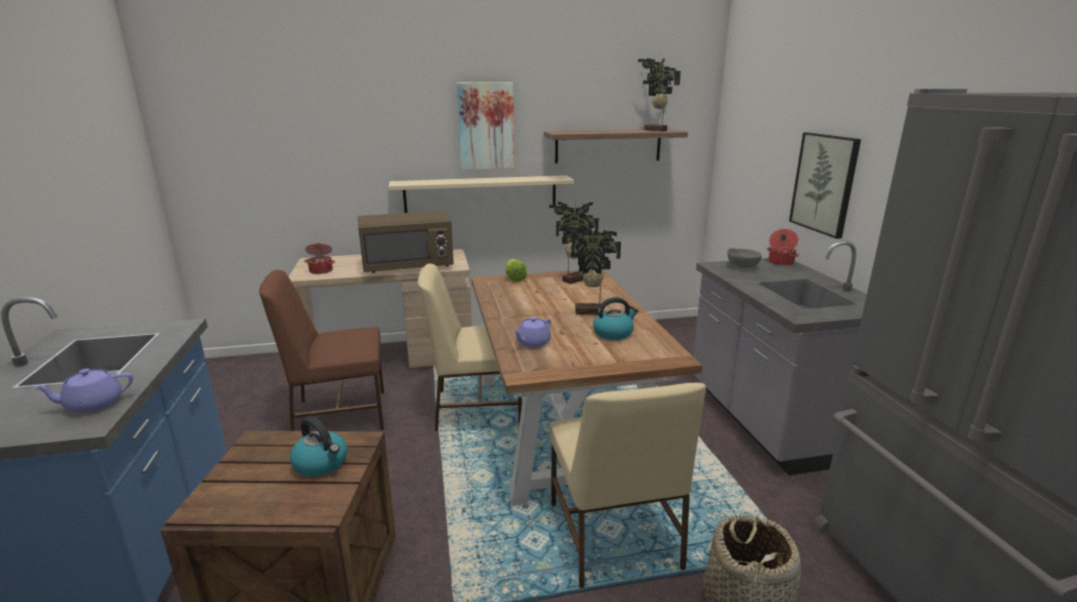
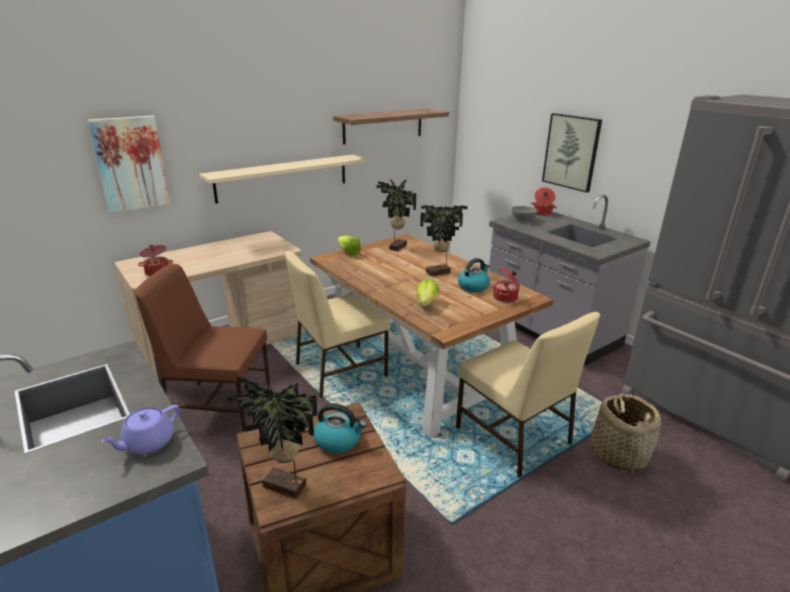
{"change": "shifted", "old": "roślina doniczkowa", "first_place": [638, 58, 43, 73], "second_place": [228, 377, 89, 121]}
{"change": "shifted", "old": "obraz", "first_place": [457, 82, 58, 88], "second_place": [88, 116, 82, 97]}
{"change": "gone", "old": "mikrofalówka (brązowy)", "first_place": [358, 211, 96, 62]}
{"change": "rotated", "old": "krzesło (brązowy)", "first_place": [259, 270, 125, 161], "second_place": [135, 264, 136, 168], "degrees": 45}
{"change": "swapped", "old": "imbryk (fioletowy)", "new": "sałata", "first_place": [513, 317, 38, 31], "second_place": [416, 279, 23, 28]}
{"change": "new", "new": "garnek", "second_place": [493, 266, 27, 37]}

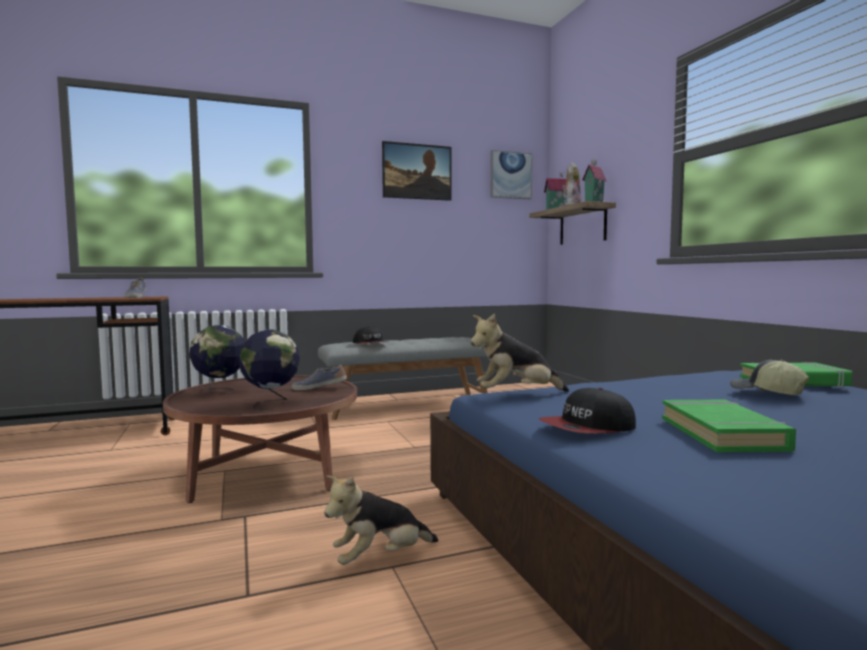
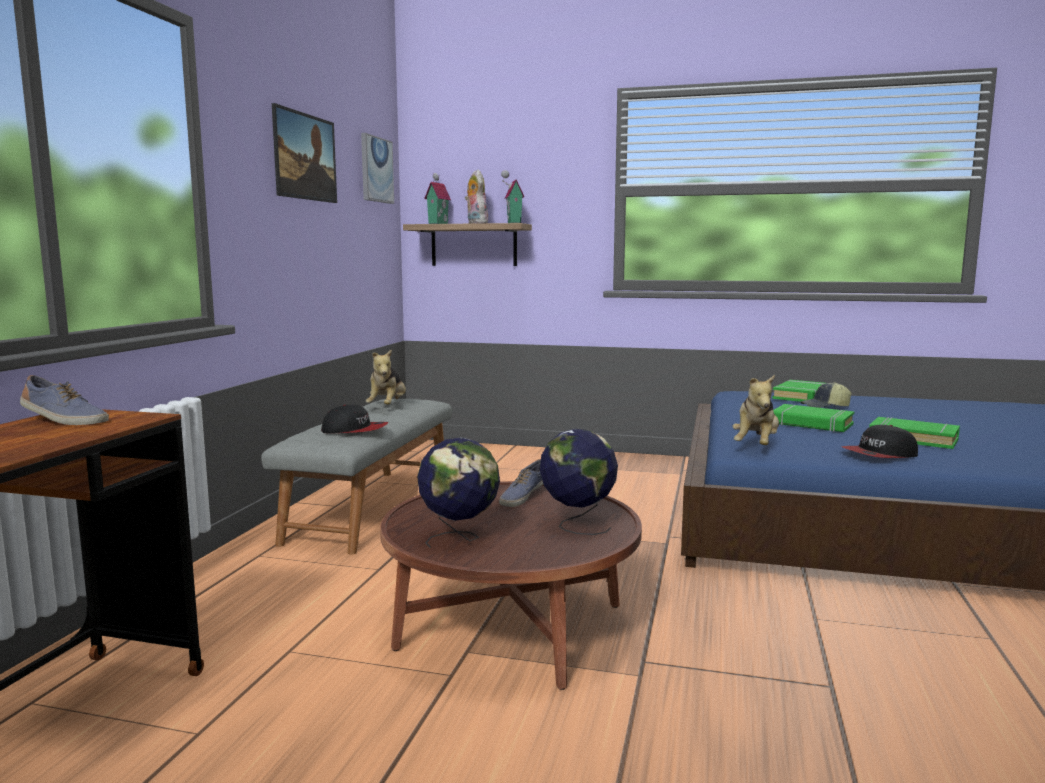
{"change": "rotated", "old": "czapka z daszkiem", "first_place": [538, 388, 98, 46], "second_place": [842, 425, 76, 33], "degrees": 60}
{"change": "shifted", "old": "pluszak", "first_place": [324, 475, 114, 90], "second_place": [366, 349, 40, 56]}
{"change": "new", "new": "książka (zielony)", "second_place": [773, 404, 81, 28]}

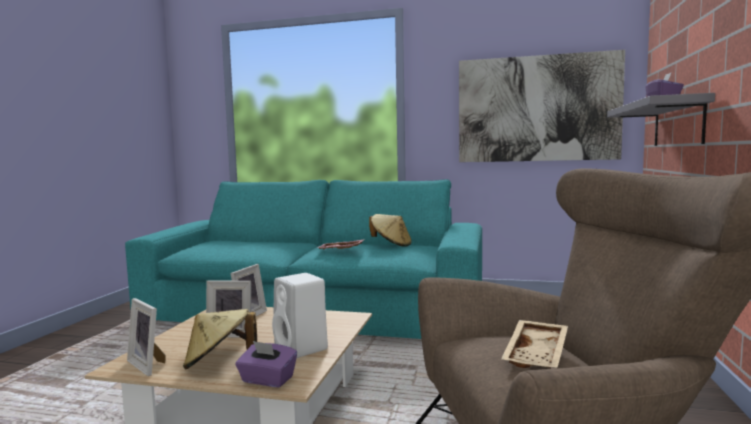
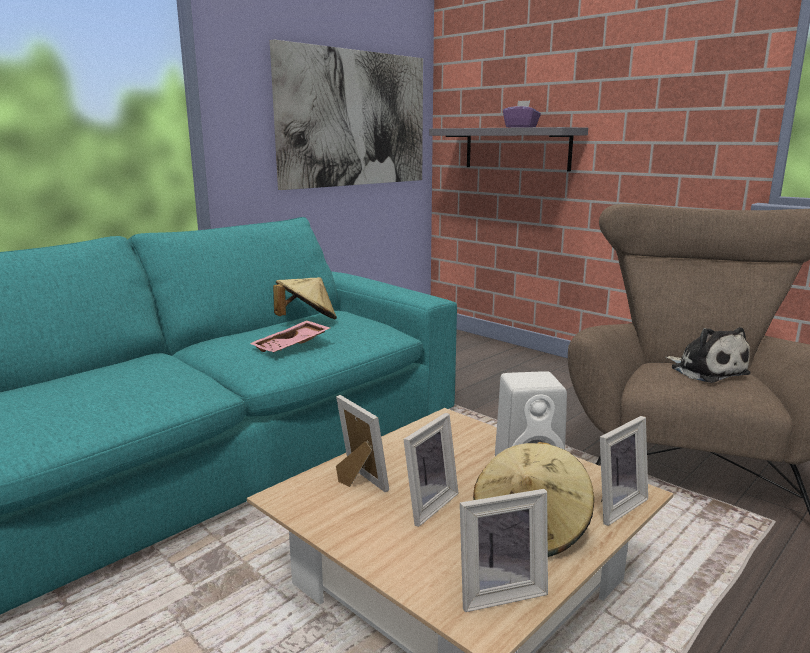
{"change": "swapped", "old": "taca (beżowy)", "new": "pluszak", "first_place": [501, 320, 67, 48], "second_place": [665, 327, 86, 56]}
{"change": "swapped", "old": "pudełko chusteczek (fioletowy)", "new": "ramka na zdjęcie", "first_place": [235, 341, 62, 46], "second_place": [600, 416, 48, 110]}

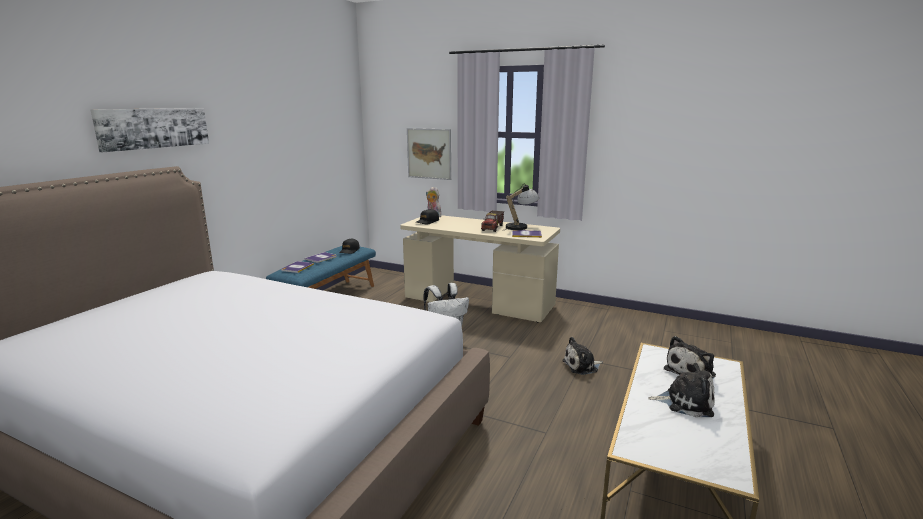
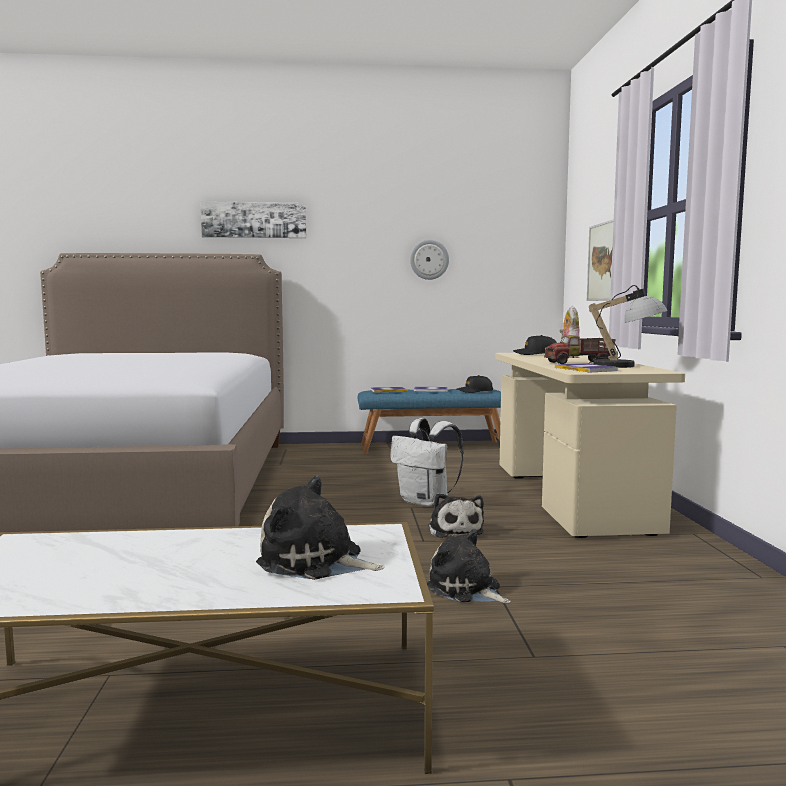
{"change": "shifted", "old": "pluszak", "first_place": [648, 363, 67, 54], "second_place": [428, 493, 56, 45]}
{"change": "new", "new": "zegar ścienny", "second_place": [410, 240, 39, 40]}

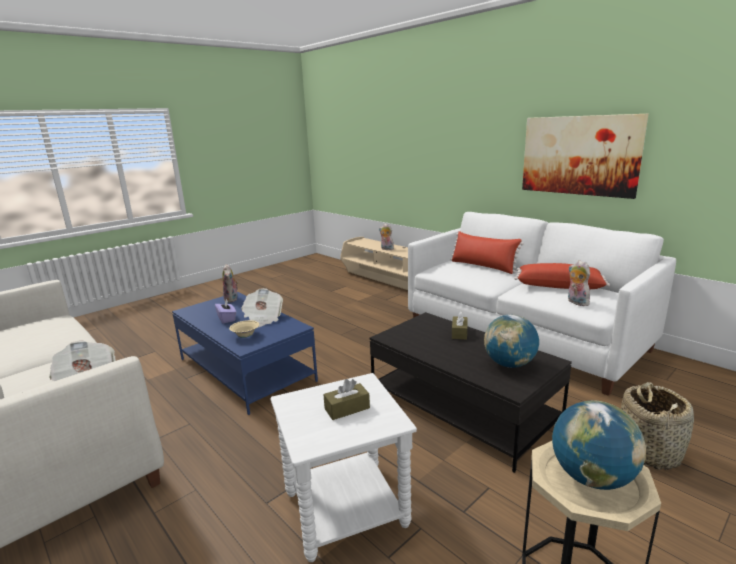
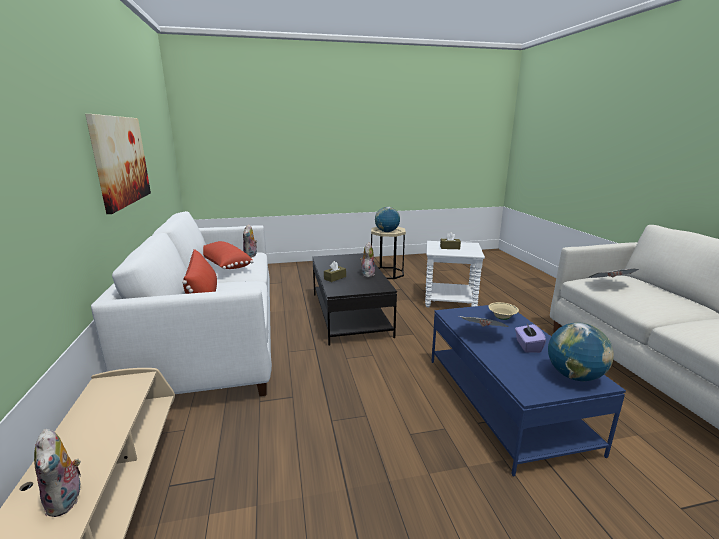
{"change": "shifted", "old": "pluszak", "first_place": [222, 264, 17, 38], "second_place": [360, 242, 15, 35]}
{"change": "shifted", "old": "globus", "first_place": [484, 314, 55, 54], "second_place": [548, 322, 66, 59]}
{"change": "gone", "old": "koszyk", "first_place": [621, 382, 73, 88]}

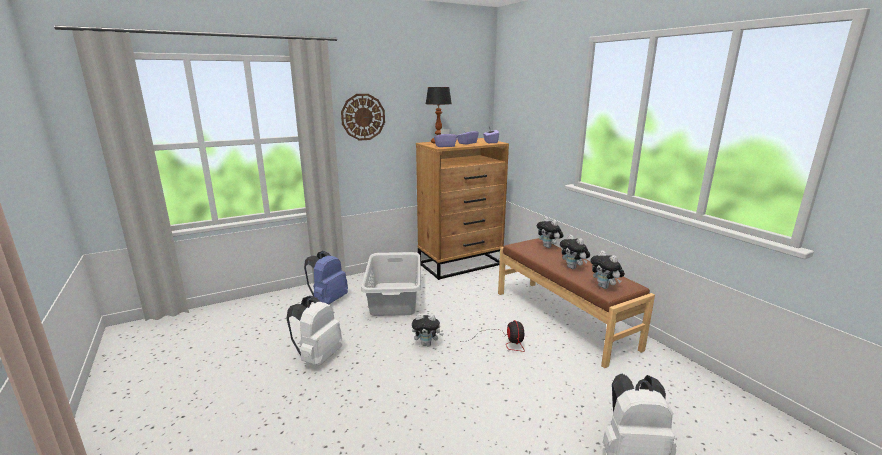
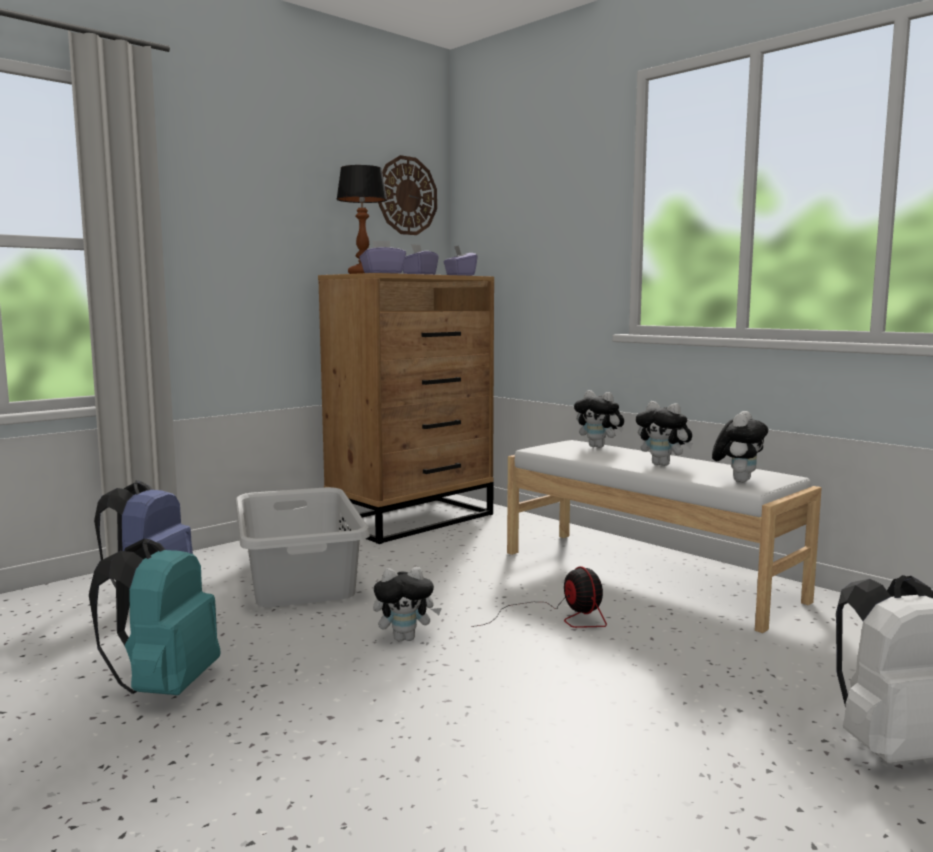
{"change": "shifted", "old": "zegar ścienny", "first_place": [341, 94, 44, 47], "second_place": [378, 155, 59, 80]}
{"change": "repainted", "old": "ławka (brązowy)", "new": "ławka (biały)", "first_place": [498, 238, 157, 130], "second_place": [507, 440, 315, 193]}
{"change": "rotated", "old": "pluszak", "first_place": [590, 250, 35, 39], "second_place": [712, 411, 56, 71], "degrees": -105}
{"change": "repainted", "old": "plecak (biały)", "new": "plecak (turkusowy)", "first_place": [287, 296, 55, 70], "second_place": [89, 539, 131, 156]}

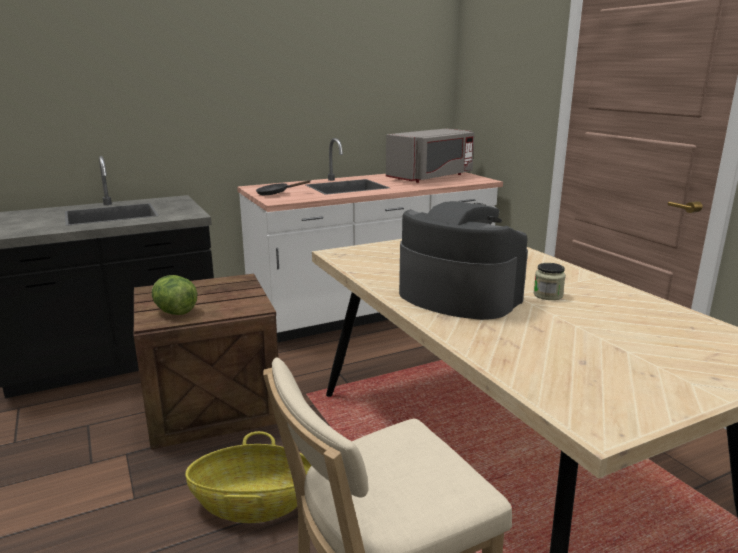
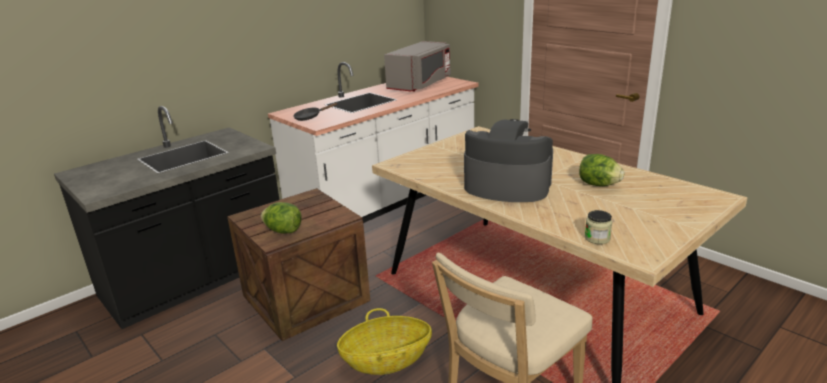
{"change": "shifted", "old": "słoik", "first_place": [533, 263, 33, 37], "second_place": [585, 210, 27, 34]}
{"change": "new", "new": "sałata", "second_place": [579, 154, 45, 32]}

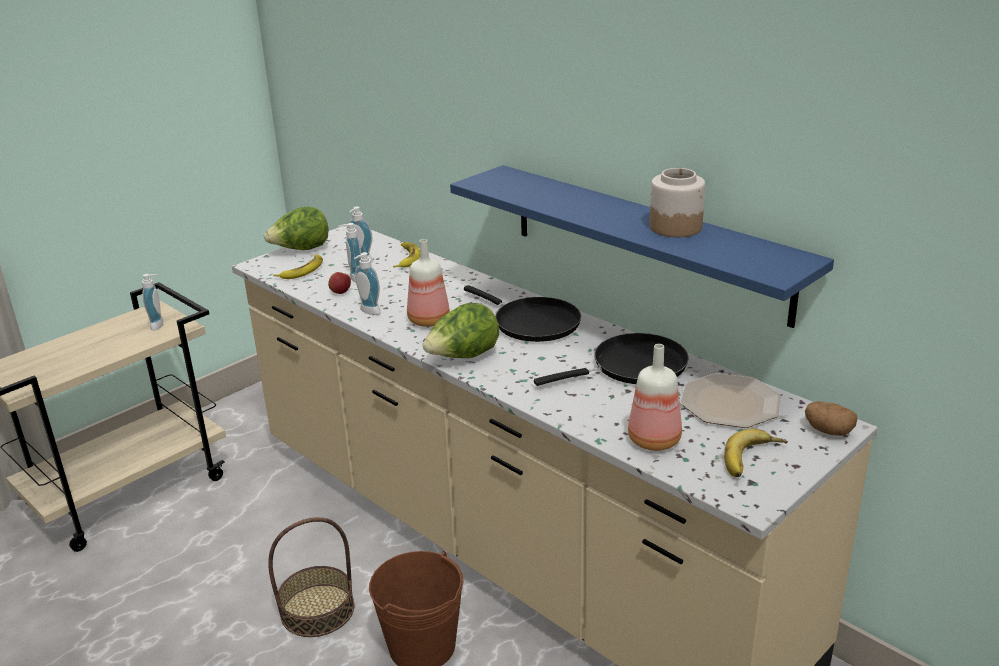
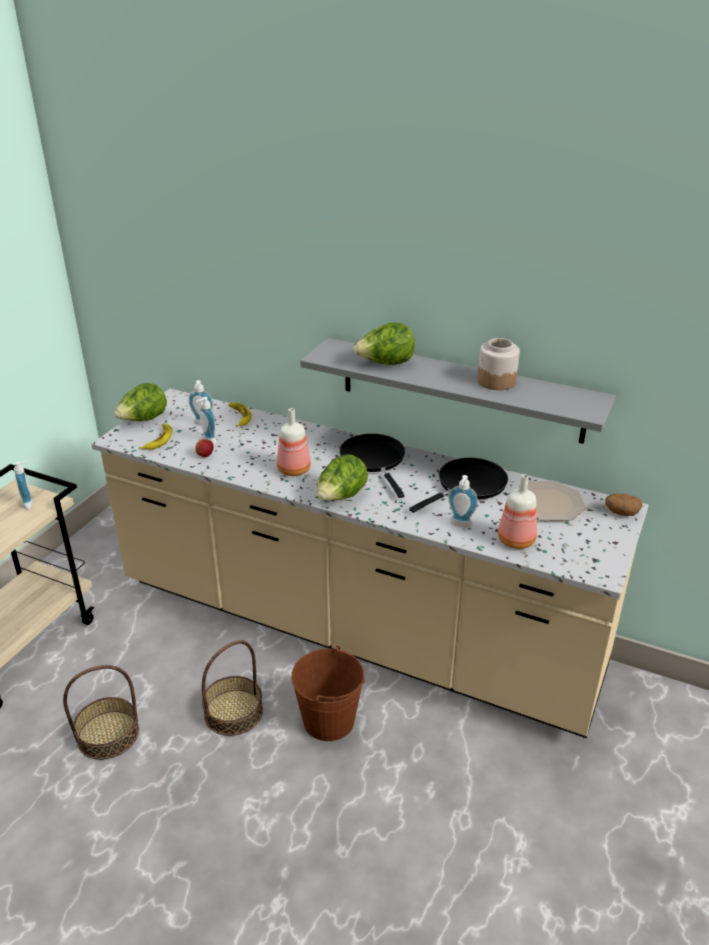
{"change": "repainted", "old": "półka (niebieski)", "new": "półka (szary)", "first_place": [450, 165, 384, 163], "second_place": [300, 338, 316, 106]}
{"change": "shifted", "old": "dozownik mydła", "first_place": [354, 252, 26, 63], "second_place": [448, 475, 30, 52]}
{"change": "rotated", "old": "patelnia (czarny)", "first_place": [464, 285, 117, 57], "second_place": [339, 434, 66, 64], "degrees": -135}
{"change": "gone", "old": "banan", "first_place": [724, 429, 64, 48]}
{"change": "new", "new": "sałata", "second_place": [353, 323, 62, 42]}
{"change": "new", "new": "koszyk", "second_place": [63, 665, 76, 95]}

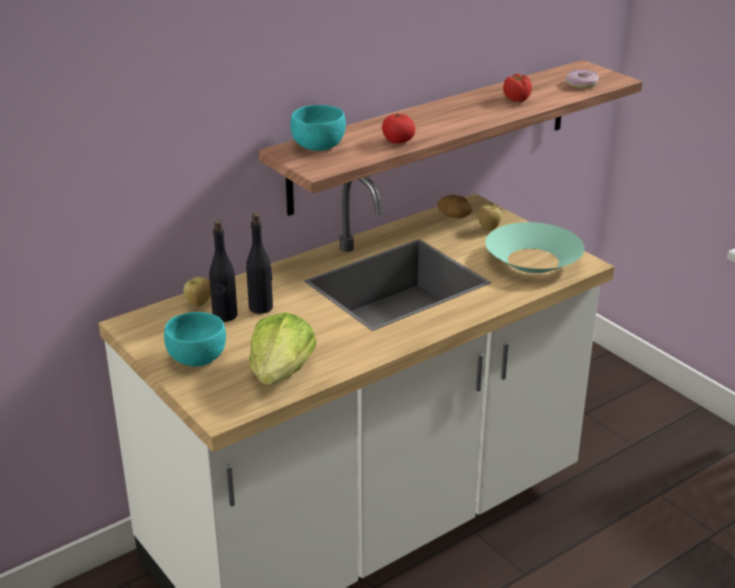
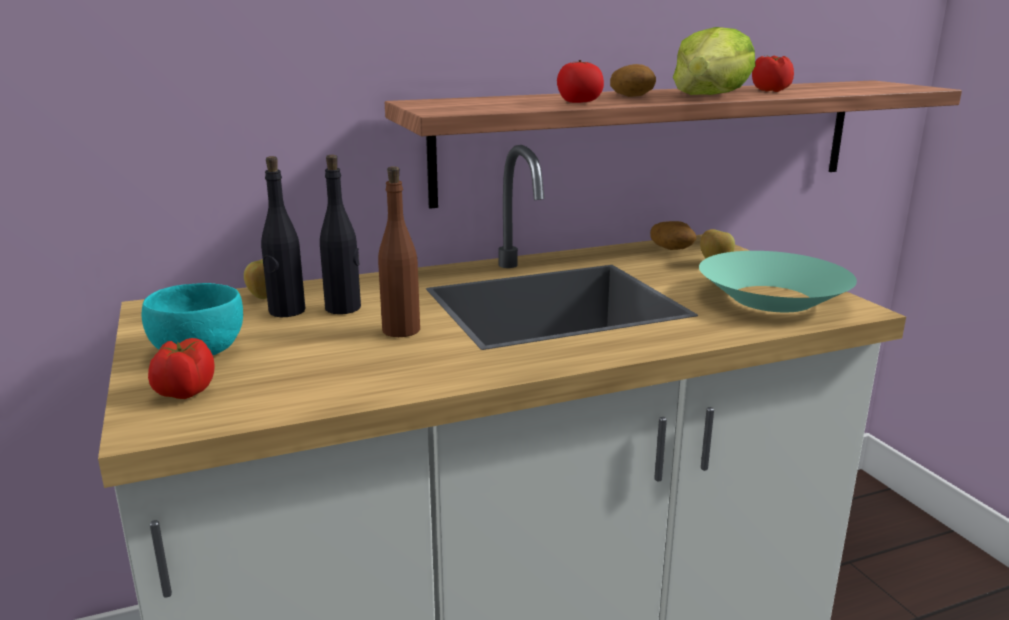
{"change": "gone", "old": "donut", "first_place": [565, 70, 34, 19]}
{"change": "gone", "old": "miska (turkusowy)", "first_place": [290, 105, 56, 46]}
{"change": "shifted", "old": "sałata", "first_place": [249, 313, 67, 72], "second_place": [673, 27, 83, 68]}
{"change": "new", "new": "ziemniak", "second_place": [610, 64, 46, 33]}
{"change": "new", "new": "butelka (brązowy)", "second_place": [378, 166, 42, 171]}
{"change": "new", "new": "pomidor", "second_place": [148, 338, 67, 61]}

